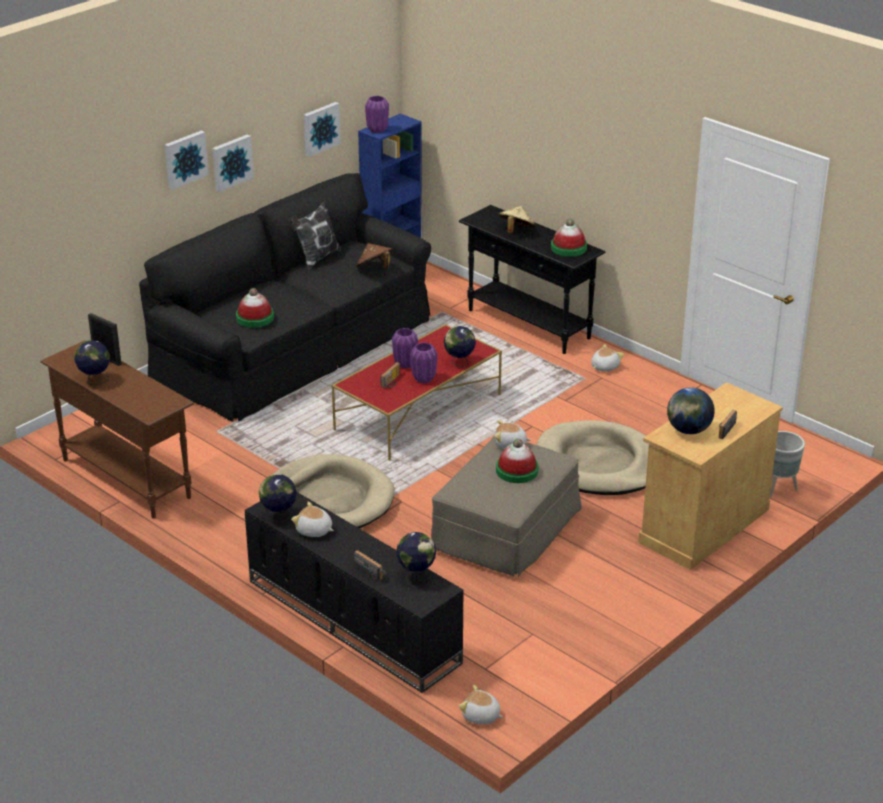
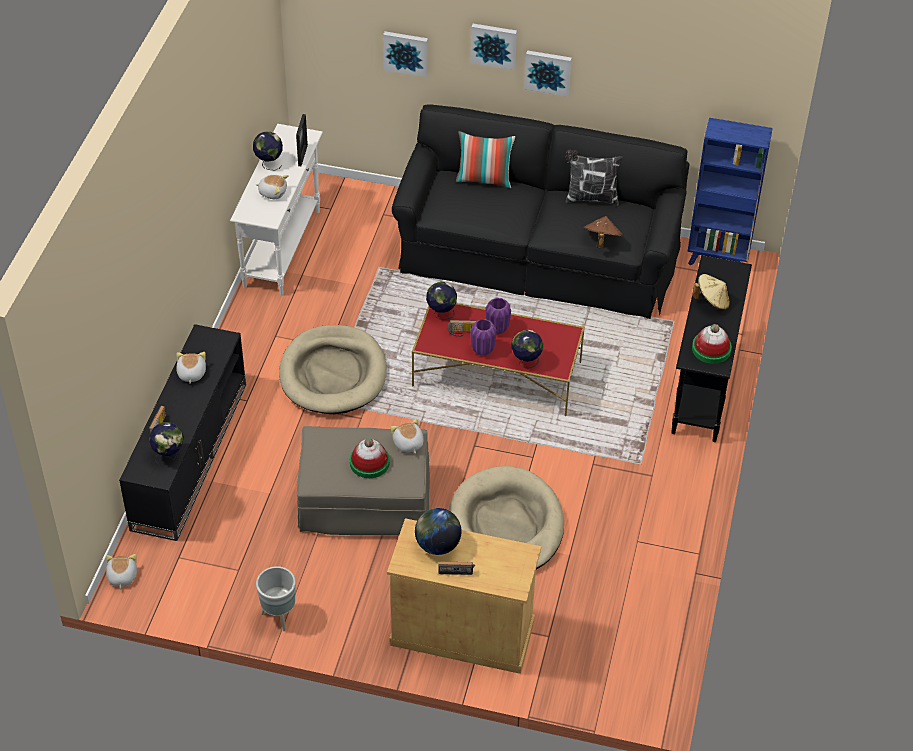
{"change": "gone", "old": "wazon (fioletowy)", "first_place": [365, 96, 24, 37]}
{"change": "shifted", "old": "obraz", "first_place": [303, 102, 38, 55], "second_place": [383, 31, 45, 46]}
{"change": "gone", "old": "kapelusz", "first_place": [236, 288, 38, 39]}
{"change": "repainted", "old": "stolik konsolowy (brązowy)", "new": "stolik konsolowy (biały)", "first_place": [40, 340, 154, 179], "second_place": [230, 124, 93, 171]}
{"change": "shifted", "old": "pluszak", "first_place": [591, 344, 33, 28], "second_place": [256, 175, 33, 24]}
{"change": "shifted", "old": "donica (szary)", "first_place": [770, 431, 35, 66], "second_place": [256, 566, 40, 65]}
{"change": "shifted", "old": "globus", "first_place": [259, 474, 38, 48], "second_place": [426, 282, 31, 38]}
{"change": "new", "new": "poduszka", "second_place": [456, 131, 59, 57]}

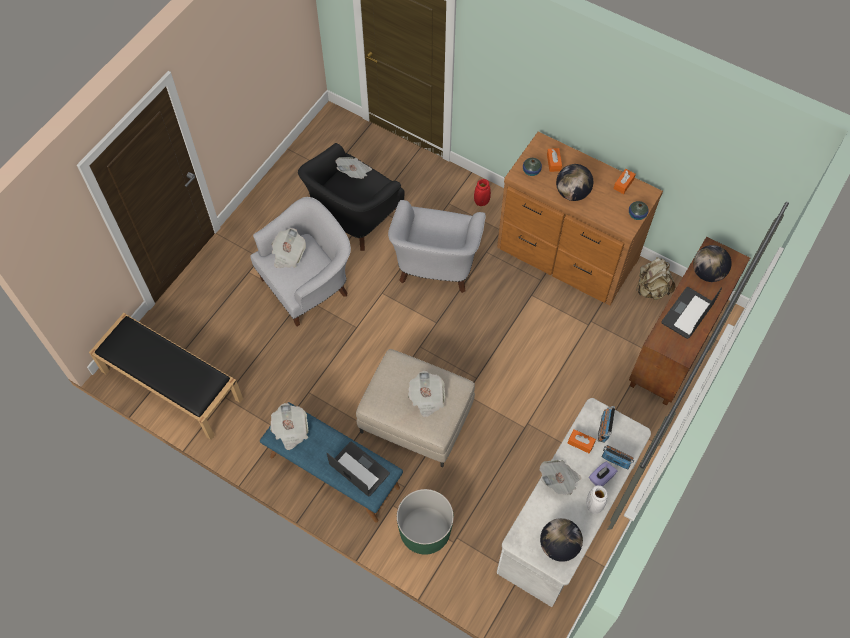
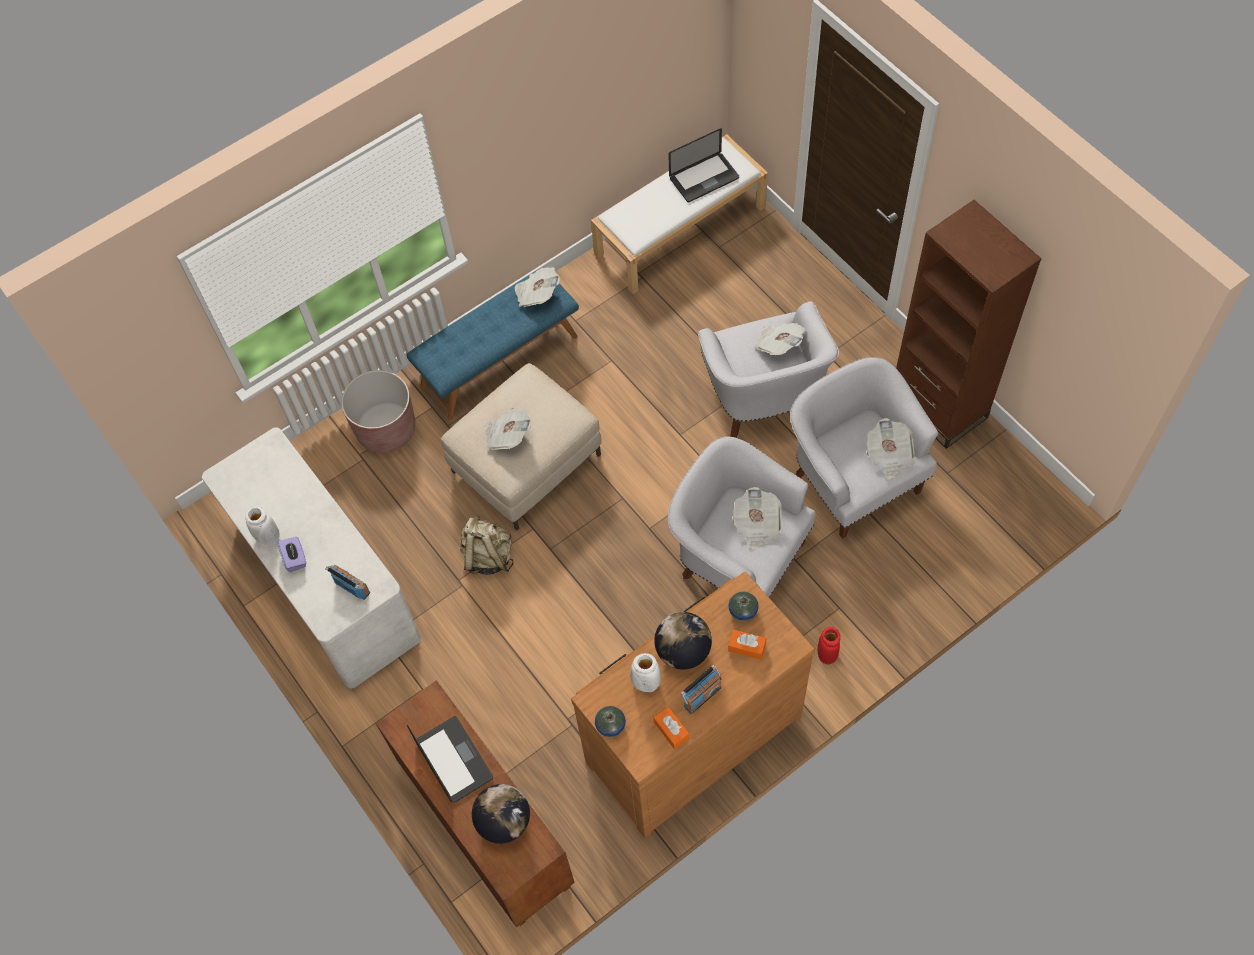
{"change": "repainted", "old": "fotel (czarny)", "new": "fotel (biały)", "first_place": [298, 143, 107, 108], "second_place": [790, 357, 148, 182]}
{"change": "shifted", "old": "plecak (beżowy)", "first_place": [636, 257, 40, 43], "second_place": [460, 515, 53, 60]}
{"change": "repainted", "old": "ławka (czarny)", "new": "ławka (biały)", "first_place": [89, 313, 154, 127], "second_place": [591, 134, 177, 160]}
{"change": "gone", "old": "pudełko chusteczek (pomarańczowy)", "first_place": [568, 429, 28, 25]}
{"change": "shifted", "old": "laptop", "first_place": [327, 442, 63, 54], "second_place": [668, 128, 71, 74]}
{"change": "shifted", "old": "radio", "first_place": [602, 445, 32, 24], "second_place": [680, 665, 42, 49]}
{"change": "shifted", "old": "gazeta", "first_place": [540, 460, 41, 35], "second_place": [732, 487, 50, 63]}
{"change": "repainted", "old": "donica (zielony)", "new": "donica (brązowy)", "first_place": [397, 489, 57, 66], "second_place": [341, 370, 75, 83]}
{"change": "gone", "old": "globus", "first_place": [540, 518, 43, 44]}
{"change": "new", "new": "regał (brązowy)", "second_place": [896, 200, 145, 249]}
{"change": "new", "new": "wazon (biały)", "second_place": [630, 653, 31, 39]}

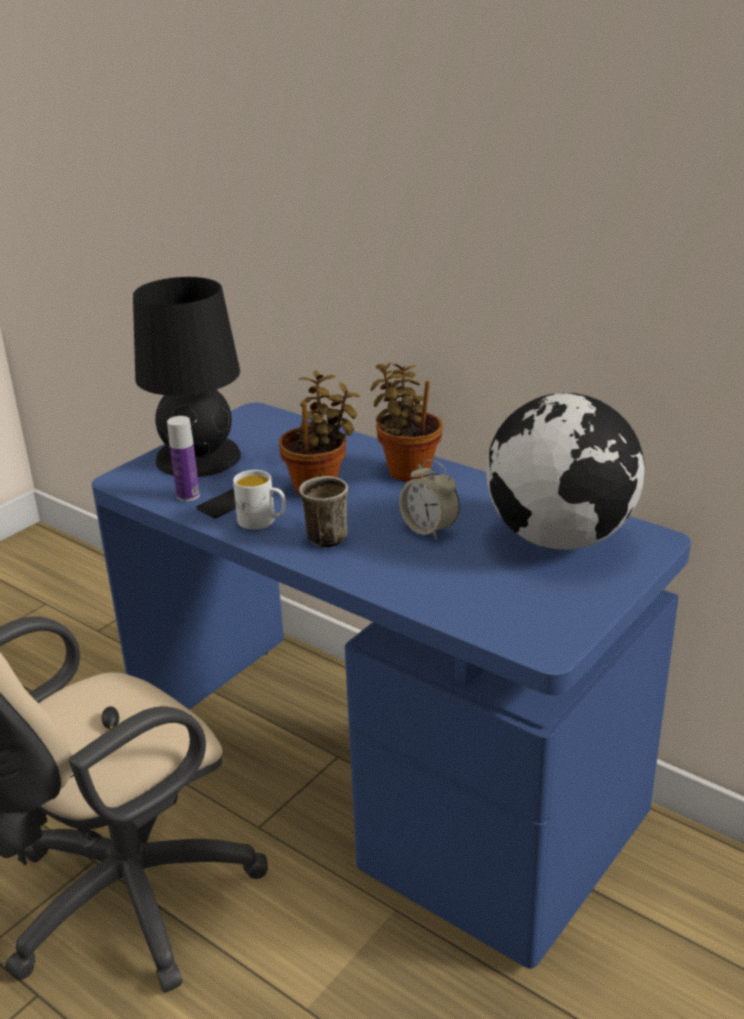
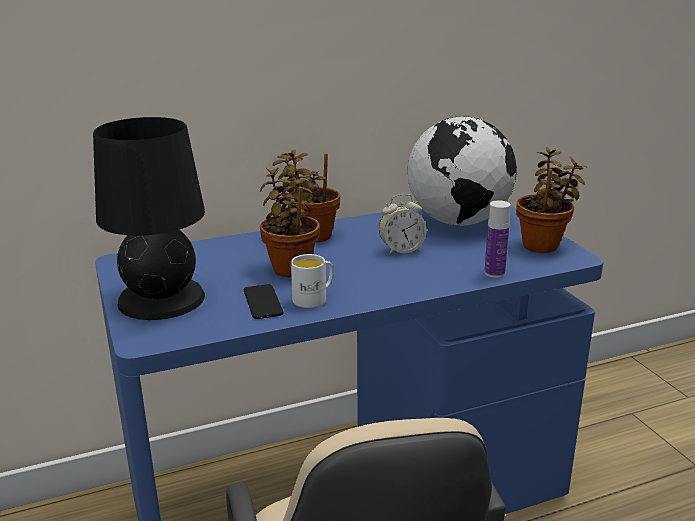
{"change": "shifted", "old": "butelka", "first_place": [167, 416, 33, 86], "second_place": [484, 201, 27, 77]}
{"change": "gone", "old": "kubek", "first_place": [299, 476, 50, 72]}
{"change": "new", "new": "roślina doniczkowa", "second_place": [516, 147, 71, 106]}

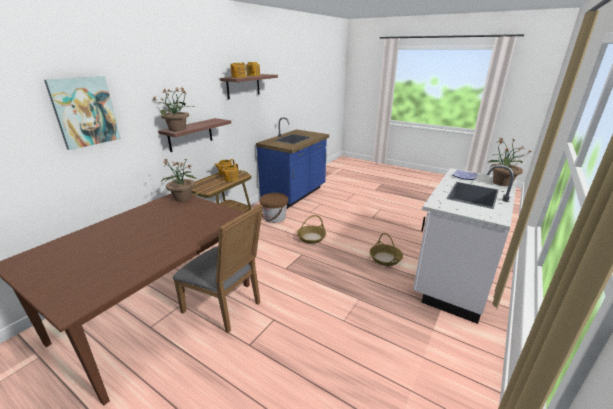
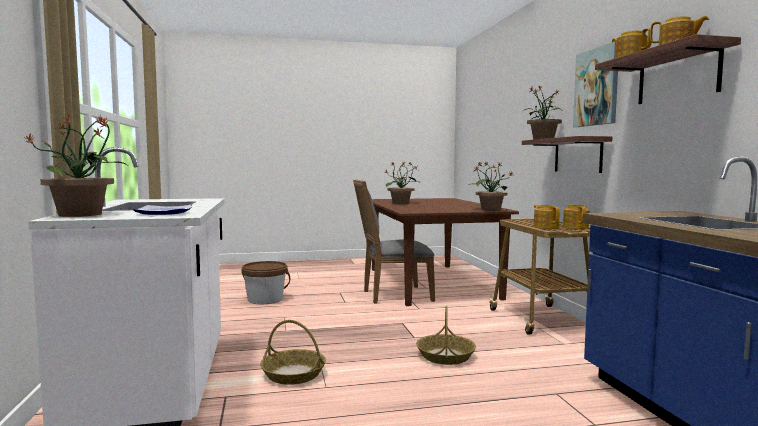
{"change": "shifted", "old": "obraz", "first_place": [44, 76, 77, 74], "second_place": [573, 42, 45, 85]}
{"change": "shifted", "old": "wiadro (brązowy)", "first_place": [260, 193, 28, 30], "second_place": [241, 261, 49, 43]}
{"change": "new", "new": "roślina doniczkowa", "second_place": [384, 161, 37, 43]}

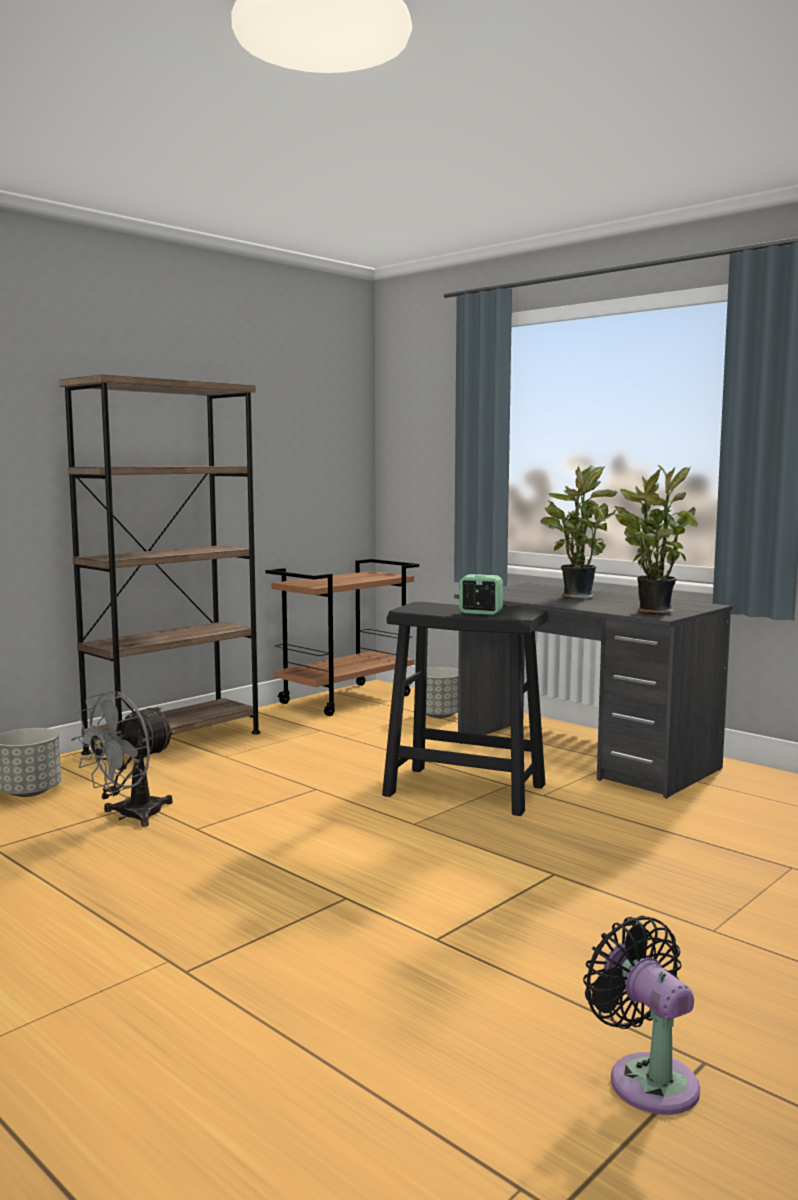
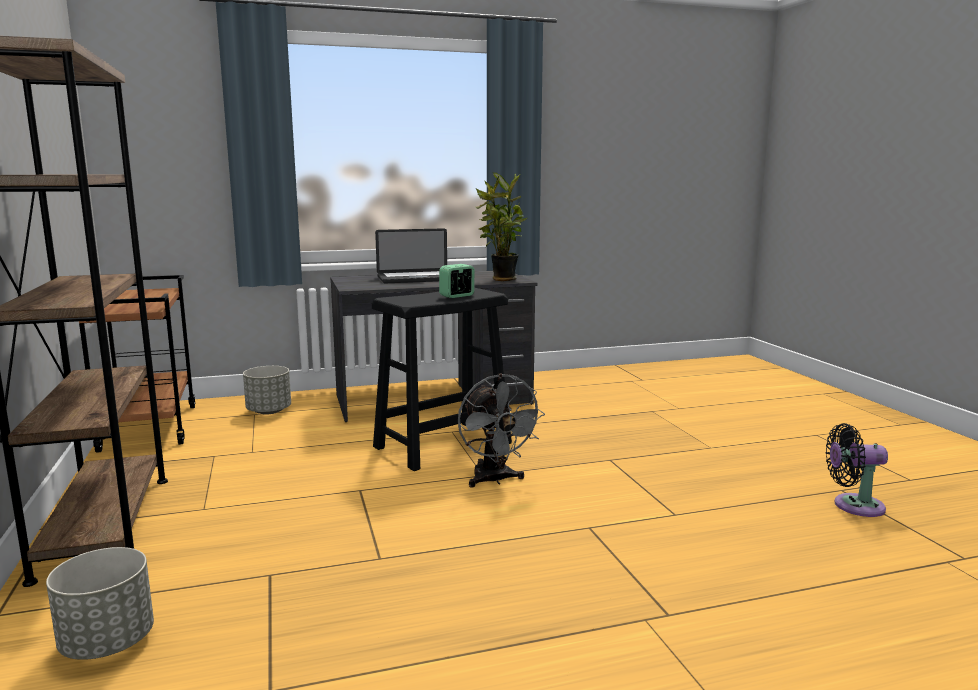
{"change": "swapped", "old": "roślina doniczkowa", "new": "laptop", "first_place": [540, 465, 78, 134], "second_place": [375, 228, 72, 55]}
{"change": "shifted", "old": "wentylator (szary)", "first_place": [71, 691, 105, 136], "second_place": [458, 374, 87, 113]}

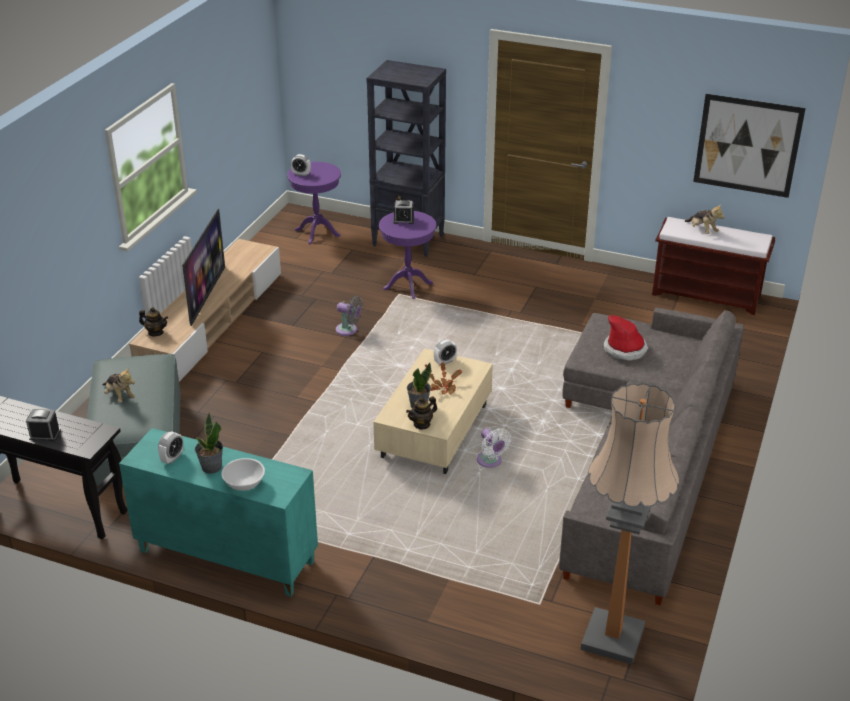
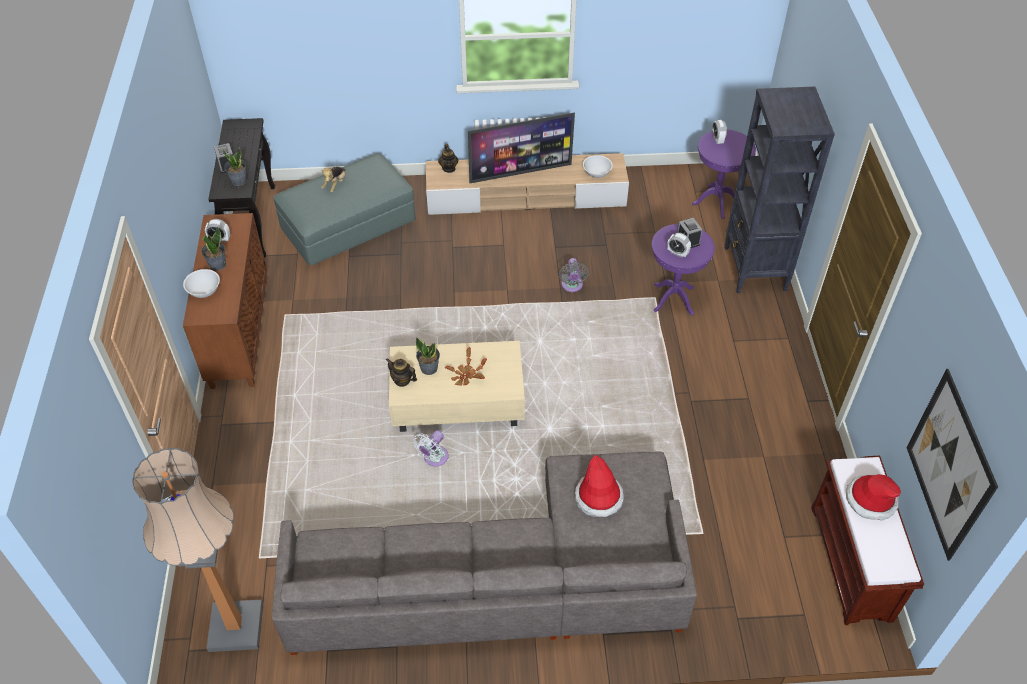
{"change": "swapped", "old": "pluszak", "new": "kapelusz", "first_place": [684, 204, 40, 30], "second_place": [846, 474, 55, 46]}
{"change": "shifted", "old": "budzik", "first_place": [434, 339, 23, 26], "second_place": [667, 233, 24, 25]}
{"change": "repainted", "old": "szafka (turkusowy)", "new": "szafka (brązowy)", "first_place": [119, 428, 199, 169], "second_place": [183, 213, 84, 176]}
{"change": "new", "new": "roślina doniczkowa", "second_place": [223, 147, 24, 39]}
{"change": "new", "new": "miska (biały)", "second_place": [583, 155, 30, 23]}

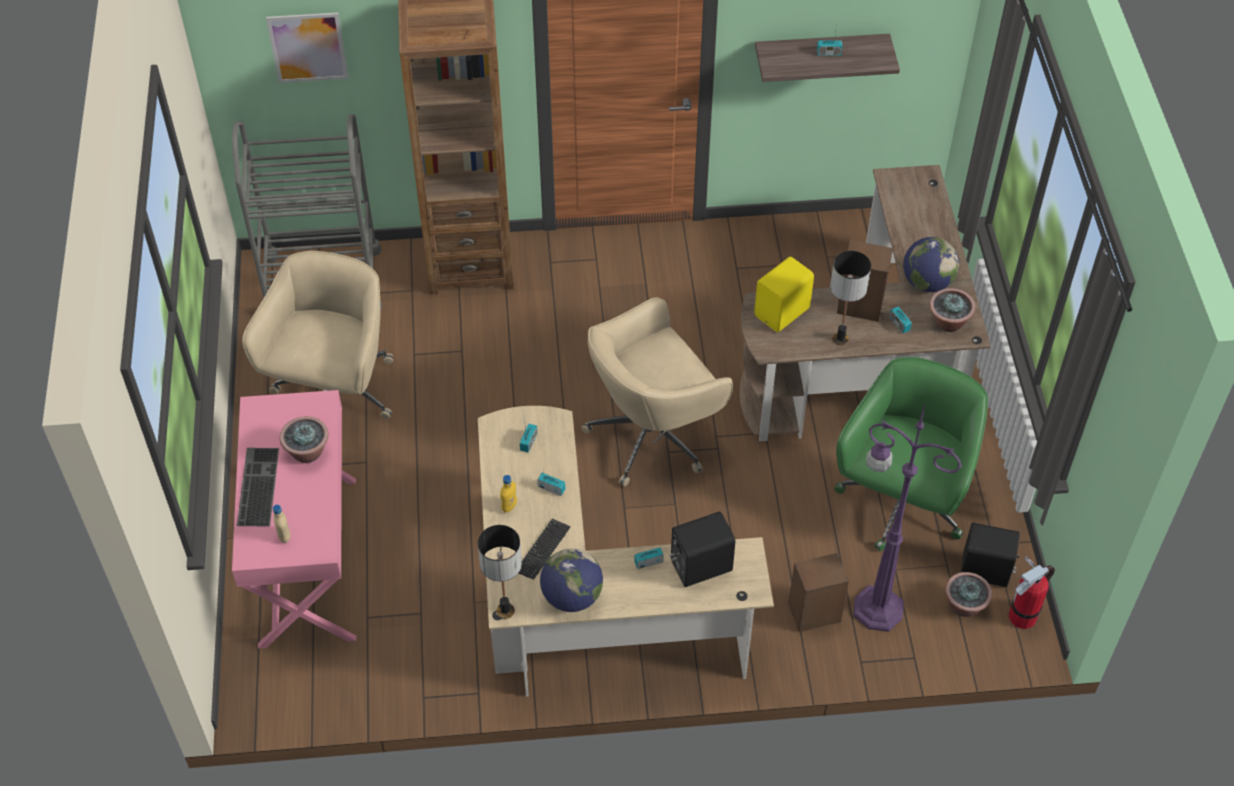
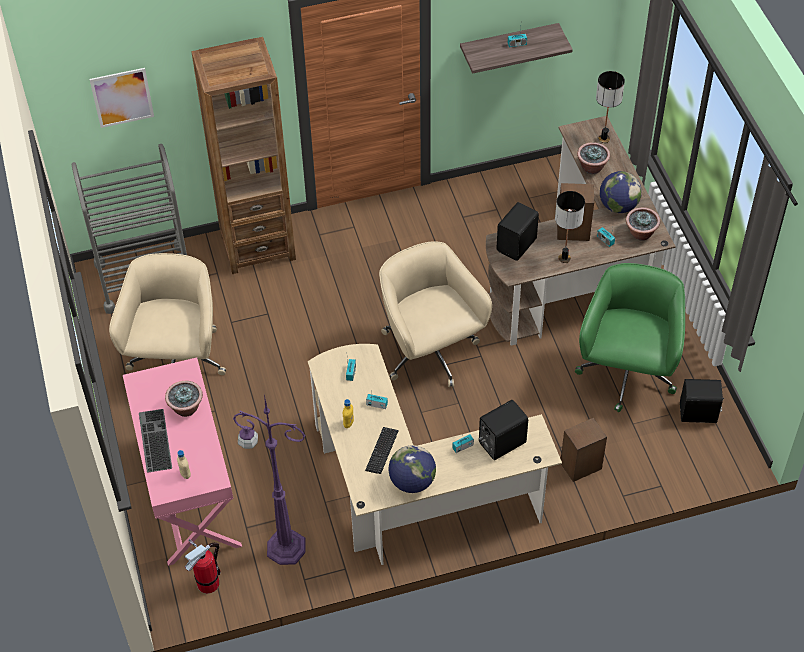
{"change": "repainted", "old": "głośnik (żółty)", "new": "głośnik (czarny)", "first_place": [754, 257, 60, 75], "second_place": [497, 202, 42, 59]}
{"change": "rotated", "old": "krzesło biurowe (beżowy)", "first_place": [581, 297, 152, 190], "second_place": [379, 242, 113, 145], "degrees": 105}
{"change": "shifted", "old": "lampa stojąca (fioletowy)", "first_place": [853, 404, 109, 228], "second_place": [233, 394, 73, 171]}
{"change": "shifted", "old": "lampa stołowa", "first_place": [478, 525, 44, 94], "second_place": [596, 71, 29, 72]}
{"change": "shifted", "old": "gaśnica", "first_place": [1009, 556, 46, 73], "second_place": [185, 539, 36, 55]}
{"change": "shifted", "old": "roślina doniczkowa", "first_place": [945, 572, 47, 45], "second_place": [577, 142, 33, 32]}

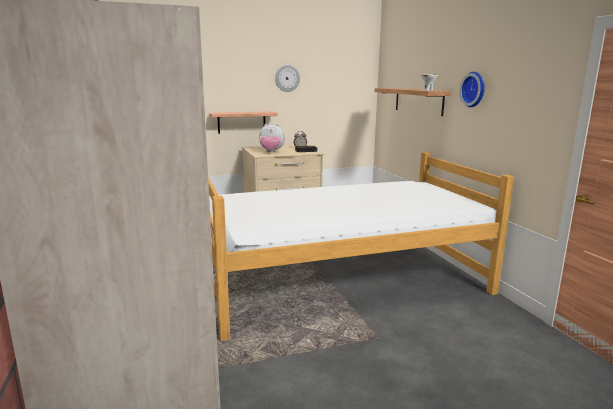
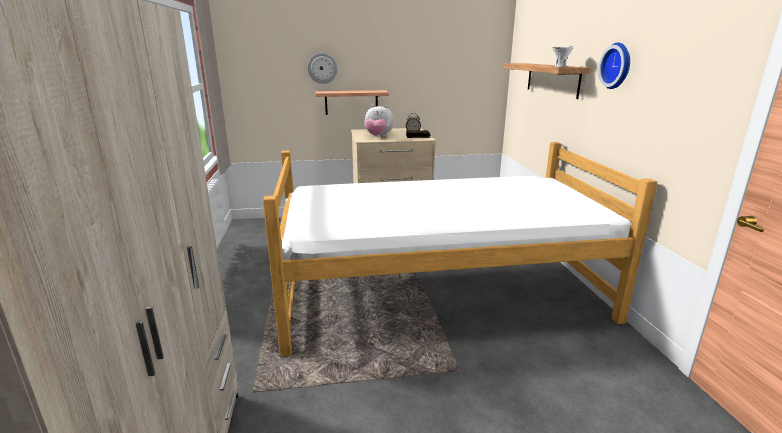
{"change": "shifted", "old": "zegar ścienny", "first_place": [275, 65, 25, 27], "second_place": [308, 53, 30, 31]}

